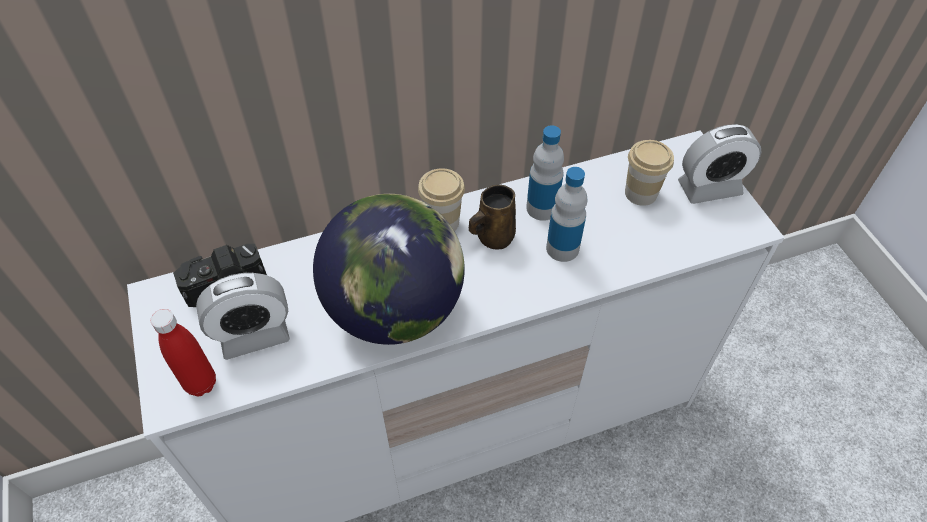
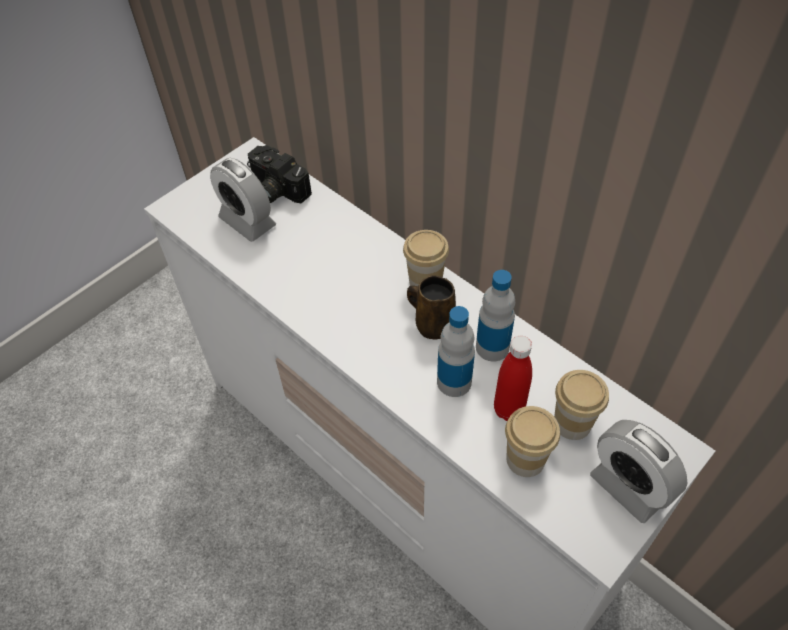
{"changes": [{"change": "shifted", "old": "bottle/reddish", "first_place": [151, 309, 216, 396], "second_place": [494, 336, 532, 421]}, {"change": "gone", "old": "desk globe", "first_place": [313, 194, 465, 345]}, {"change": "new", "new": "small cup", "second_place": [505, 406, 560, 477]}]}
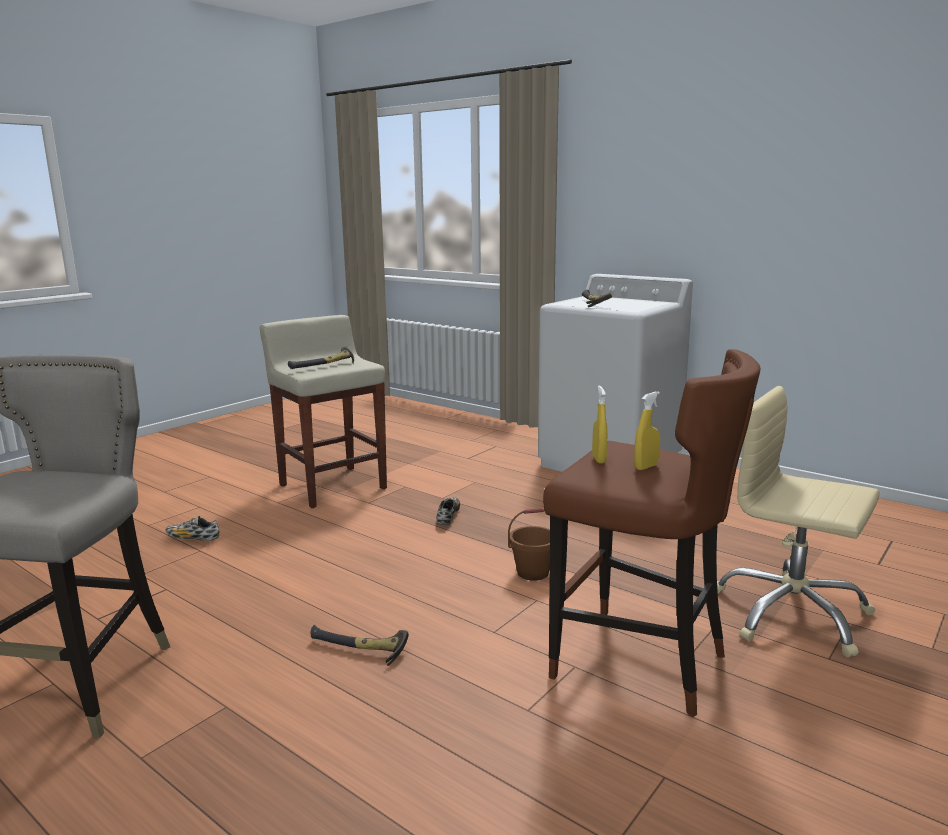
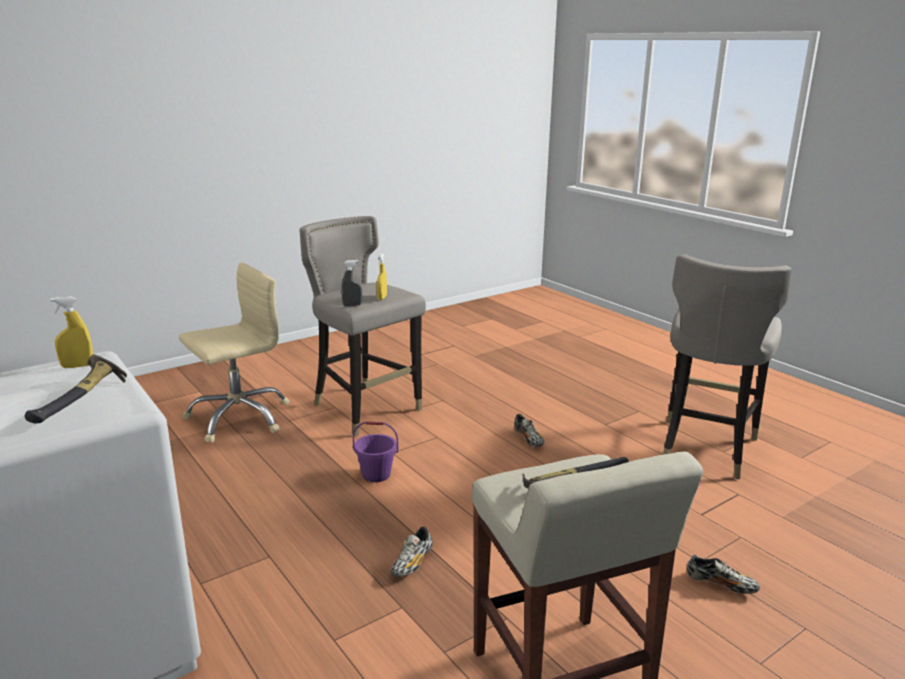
{"changes": [{"change": "swapped", "old": "tool hammer", "new": "item of footwear", "first_place": [311, 625, 409, 666], "second_place": [514, 414, 545, 447]}, {"change": "repainted", "old": "bucket/brown", "new": "bucket/purple", "first_place": [508, 508, 550, 581], "second_place": [353, 421, 398, 482]}, {"change": "repainted", "old": "stool/brown", "new": "stool/grey", "first_place": [543, 349, 761, 717], "second_place": [300, 216, 426, 437]}, {"change": "shifted", "old": "sprayer/yellow-coloured", "first_place": [634, 391, 660, 470], "second_place": [51, 296, 93, 368]}, {"change": "rotated", "old": "office chair/beige-coloured", "first_place": [717, 386, 880, 658], "second_place": [179, 262, 289, 443], "degrees": -90}, {"change": "new", "new": "sprayer/grey", "second_place": [341, 260, 362, 306]}]}
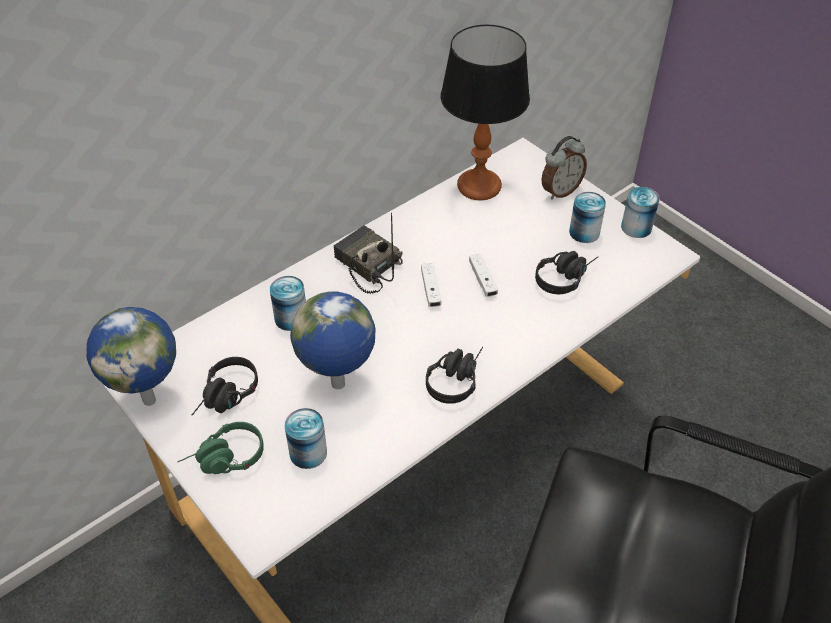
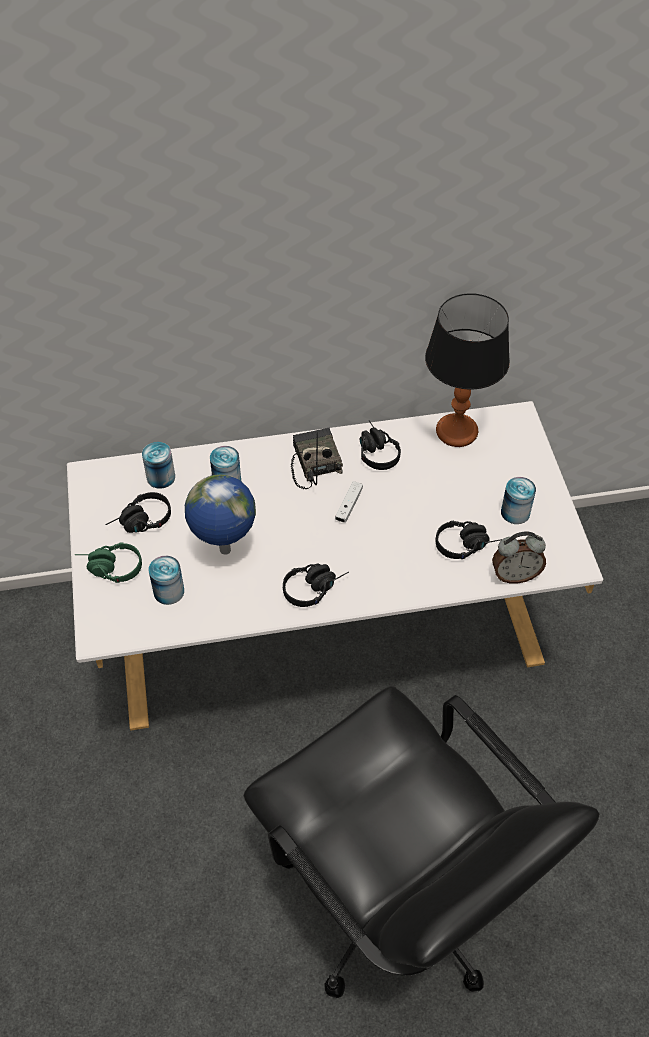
{"changes": [{"change": "gone", "old": "desk globe", "first_place": [87, 307, 176, 406]}, {"change": "gone", "old": "game controller/white", "first_place": [469, 254, 498, 297]}, {"change": "shifted", "old": "table clock", "first_place": [541, 136, 587, 199], "second_place": [492, 532, 546, 584]}, {"change": "shifted", "old": "metal can", "first_place": [621, 187, 659, 238], "second_place": [142, 442, 175, 489]}, {"change": "new", "new": "pair of headphones/black-coloured", "second_place": [360, 420, 401, 470]}]}
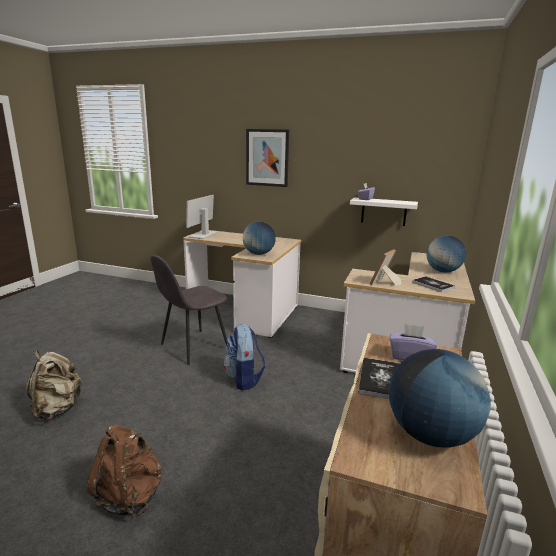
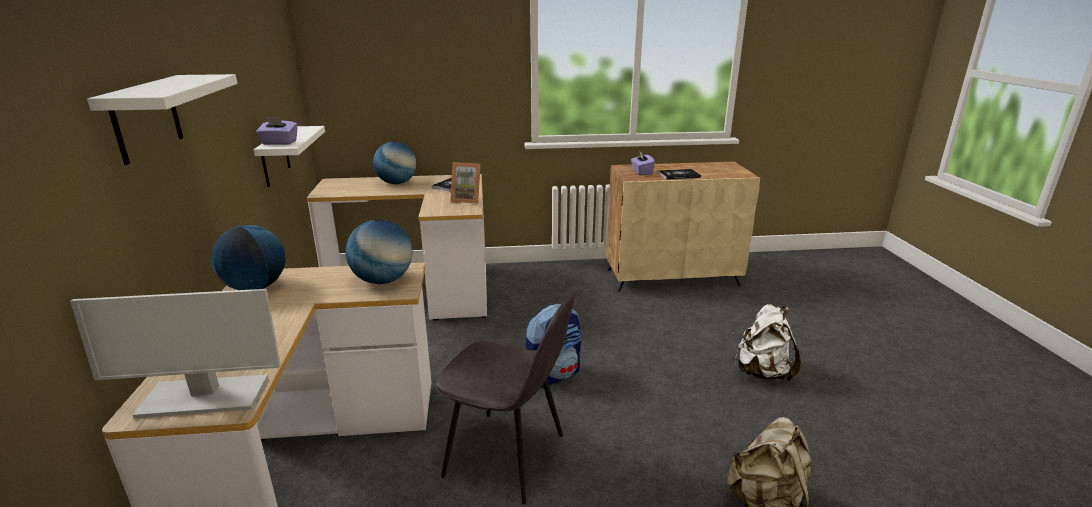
{"changes": [{"change": "repainted", "old": "rucksack/brown", "new": "rucksack/white", "first_place": [86, 425, 161, 518], "second_place": [734, 304, 801, 381]}, {"change": "swapped", "old": "wall picture", "new": "shelf/white", "first_place": [246, 129, 289, 187], "second_place": [87, 74, 237, 165]}, {"change": "shifted", "old": "desk globe", "first_place": [389, 349, 491, 448], "second_place": [211, 225, 285, 290]}]}
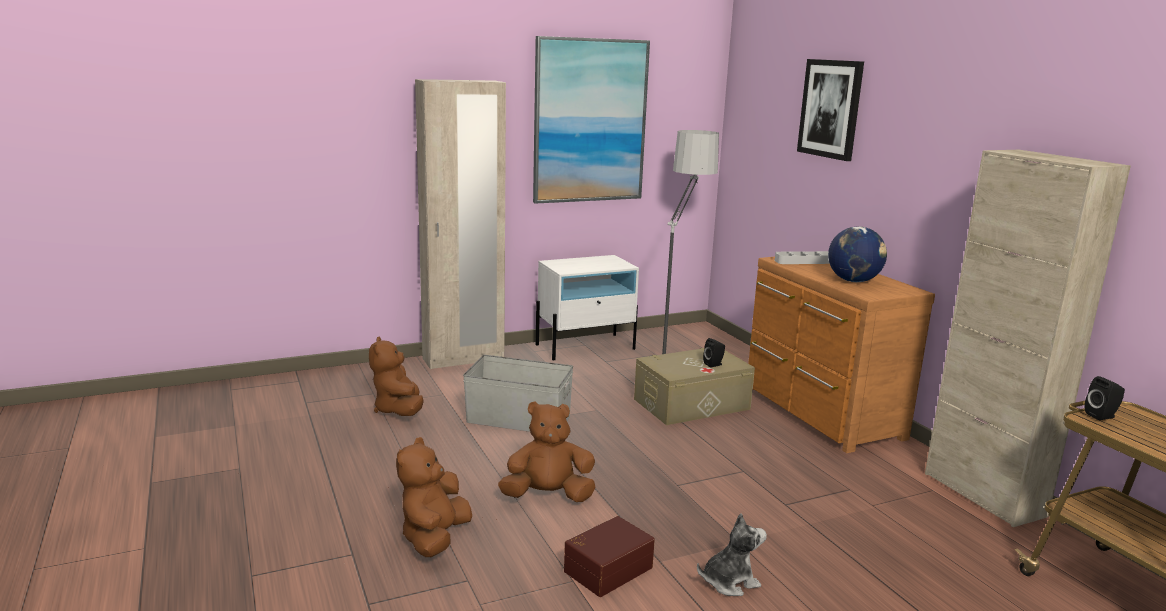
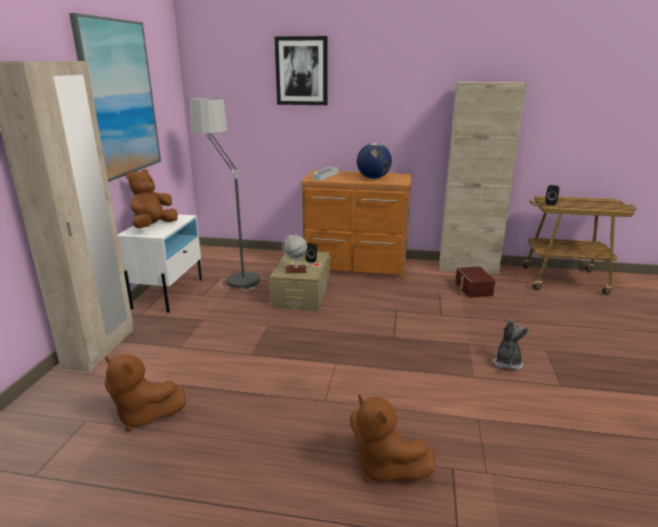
{"changes": [{"change": "gone", "old": "storage container/grey", "first_place": [463, 355, 573, 432]}, {"change": "shifted", "old": "cuddly toy/brown", "first_place": [498, 401, 596, 502], "second_place": [125, 169, 178, 228]}, {"change": "shifted", "old": "storage container/brown", "first_place": [564, 516, 655, 597], "second_place": [455, 267, 495, 298]}, {"change": "new", "new": "desk globe", "second_place": [282, 234, 307, 273]}]}
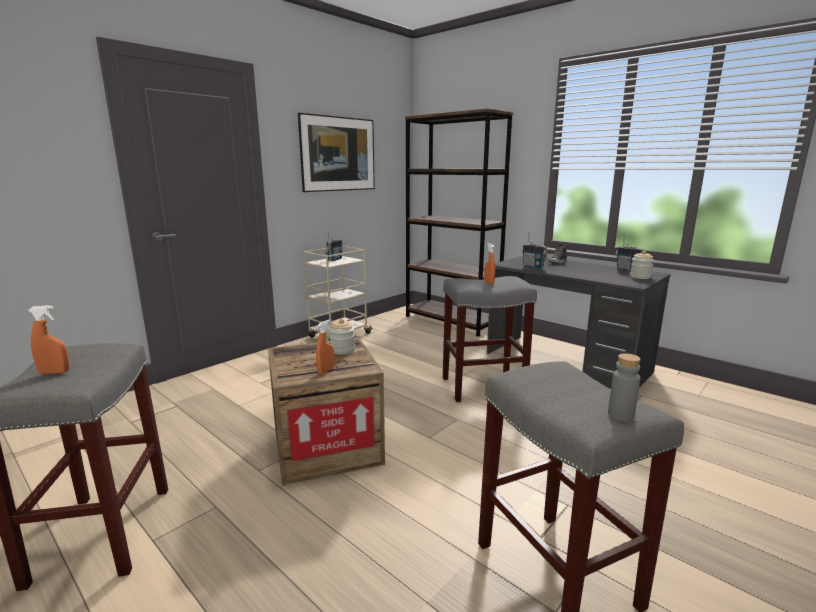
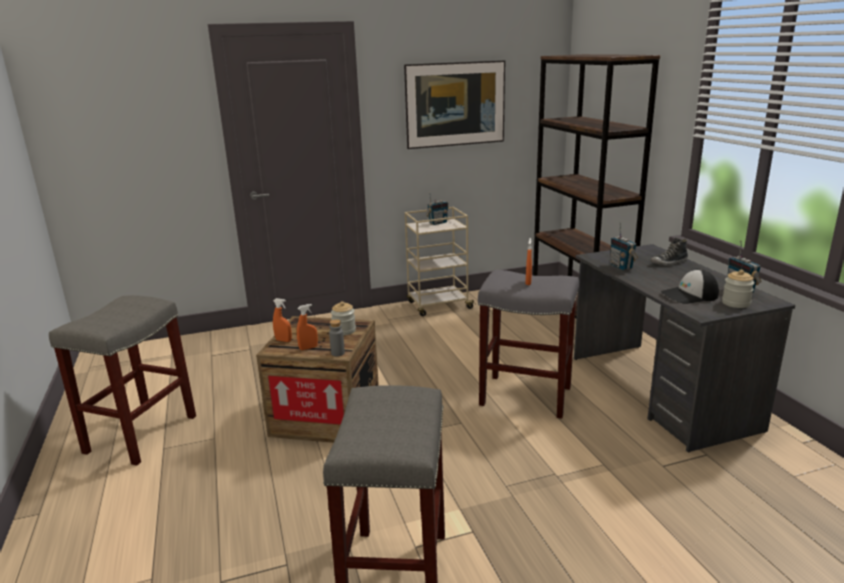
{"changes": [{"change": "shifted", "old": "sprayer/orange", "first_place": [28, 305, 69, 374], "second_place": [273, 298, 292, 342]}, {"change": "shifted", "old": "bottle/grey", "first_place": [608, 353, 641, 421], "second_place": [329, 319, 345, 356]}, {"change": "new", "new": "baseball cap", "second_place": [661, 269, 719, 304]}]}
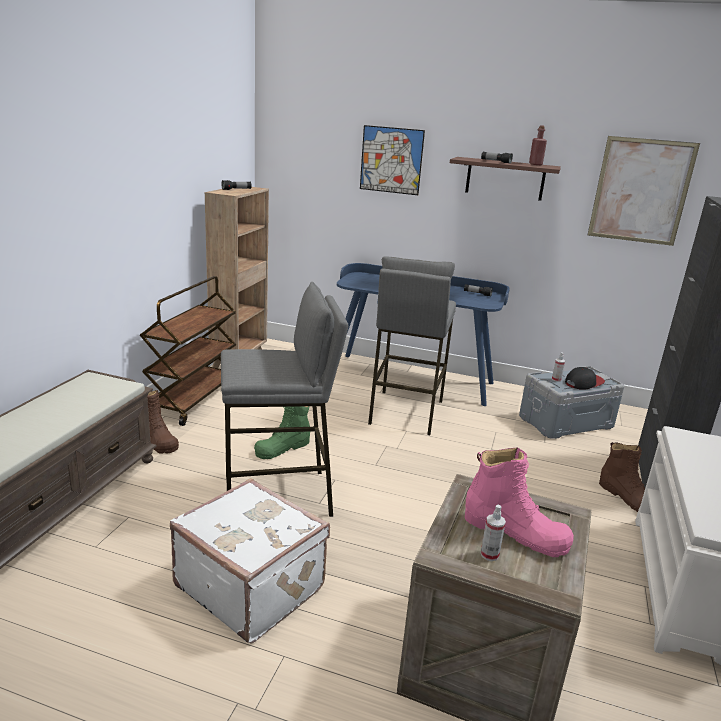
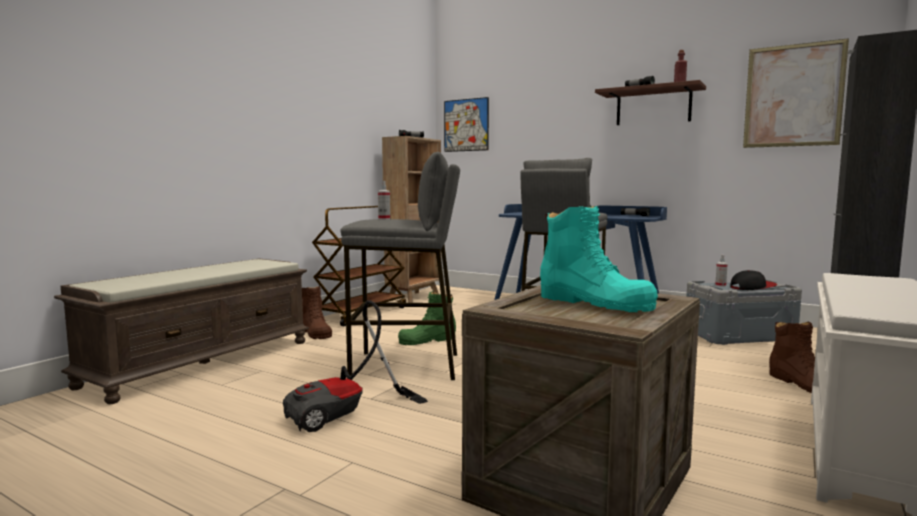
{"changes": [{"change": "swapped", "old": "piece of luggage/white", "new": "vacuum", "first_place": [170, 479, 330, 644], "second_place": [283, 300, 428, 432]}, {"change": "shifted", "old": "wall picture", "first_place": [360, 125, 425, 195], "second_place": [444, 97, 489, 152]}, {"change": "repainted", "old": "high-top boot/pink-coloured", "new": "high-top boot/turquoise", "first_place": [465, 447, 574, 557], "second_place": [540, 205, 658, 312]}, {"change": "shifted", "old": "sprayer", "first_place": [481, 505, 506, 561], "second_place": [378, 181, 390, 220]}]}
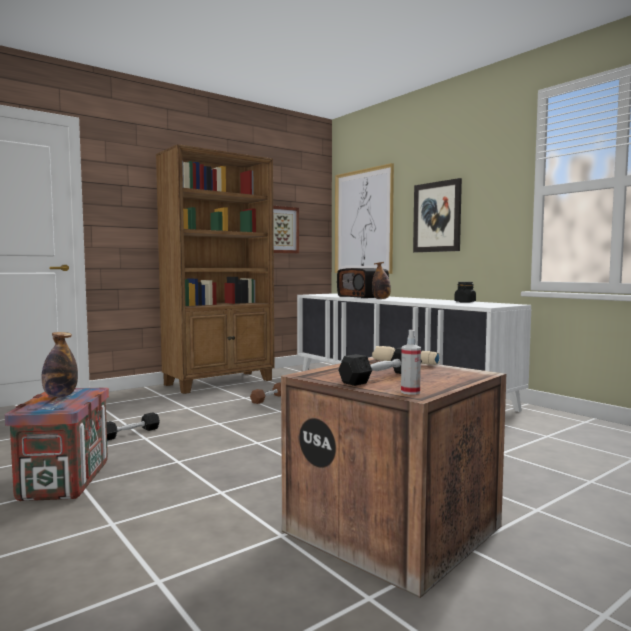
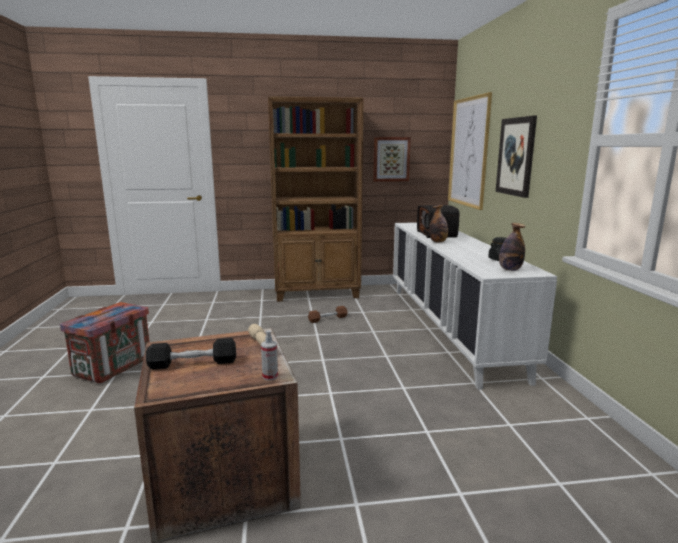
{"changes": [{"change": "shifted", "old": "bottle", "first_place": [42, 332, 78, 397], "second_place": [499, 223, 525, 271]}, {"change": "gone", "old": "free weight/black-coloured", "first_place": [107, 412, 160, 441]}, {"change": "shifted", "old": "sprayer", "first_place": [401, 330, 421, 395], "second_place": [261, 330, 278, 381]}]}
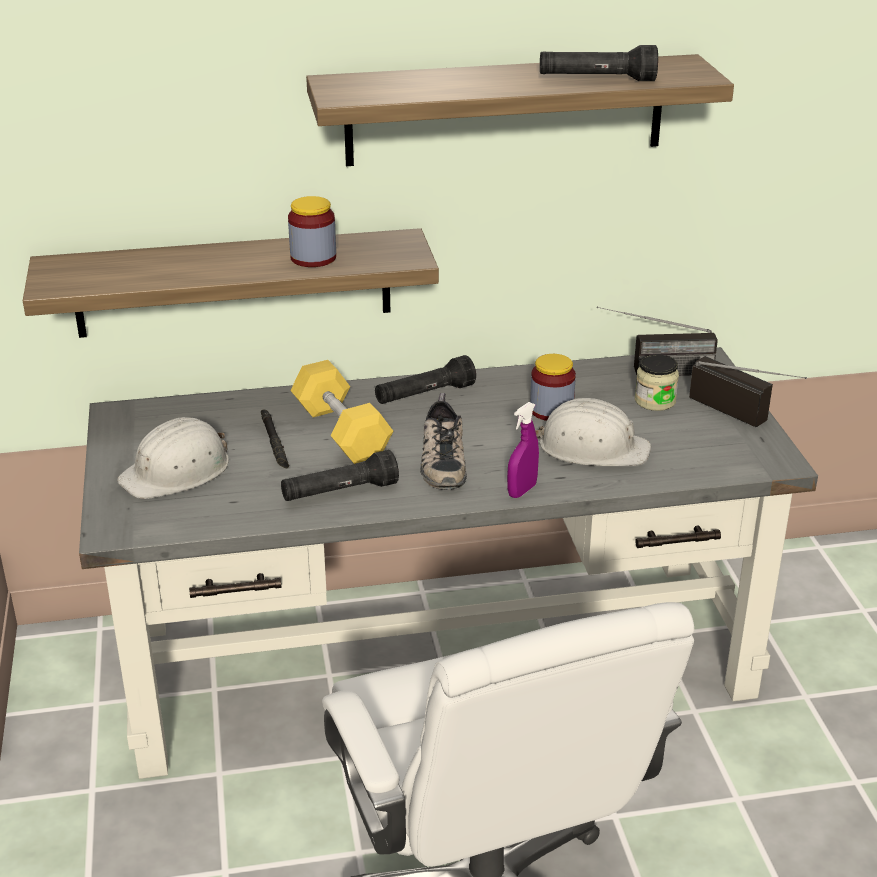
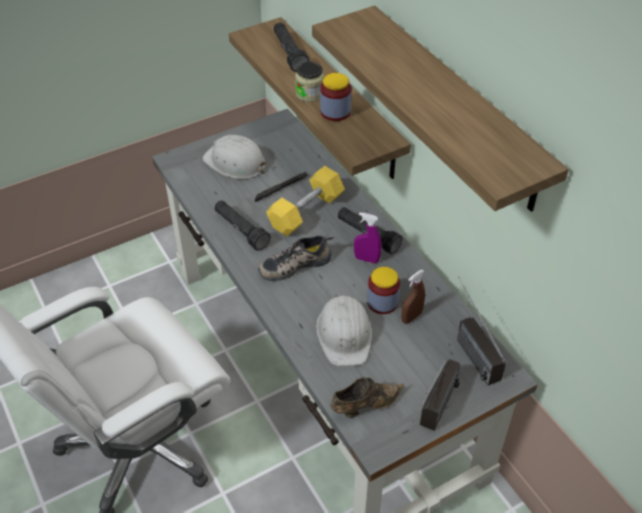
{"changes": [{"change": "shifted", "old": "sprayer/purple", "first_place": [507, 402, 539, 498], "second_place": [354, 212, 381, 263]}, {"change": "shifted", "old": "torch/black-coloured", "first_place": [540, 45, 658, 81], "second_place": [274, 22, 310, 72]}, {"change": "shifted", "old": "jar", "first_place": [635, 354, 679, 411], "second_place": [295, 62, 324, 102]}, {"change": "new", "new": "item of footwear/brown", "second_place": [331, 377, 404, 418]}, {"change": "new", "new": "sprayer/brown", "second_place": [401, 270, 425, 324]}]}
